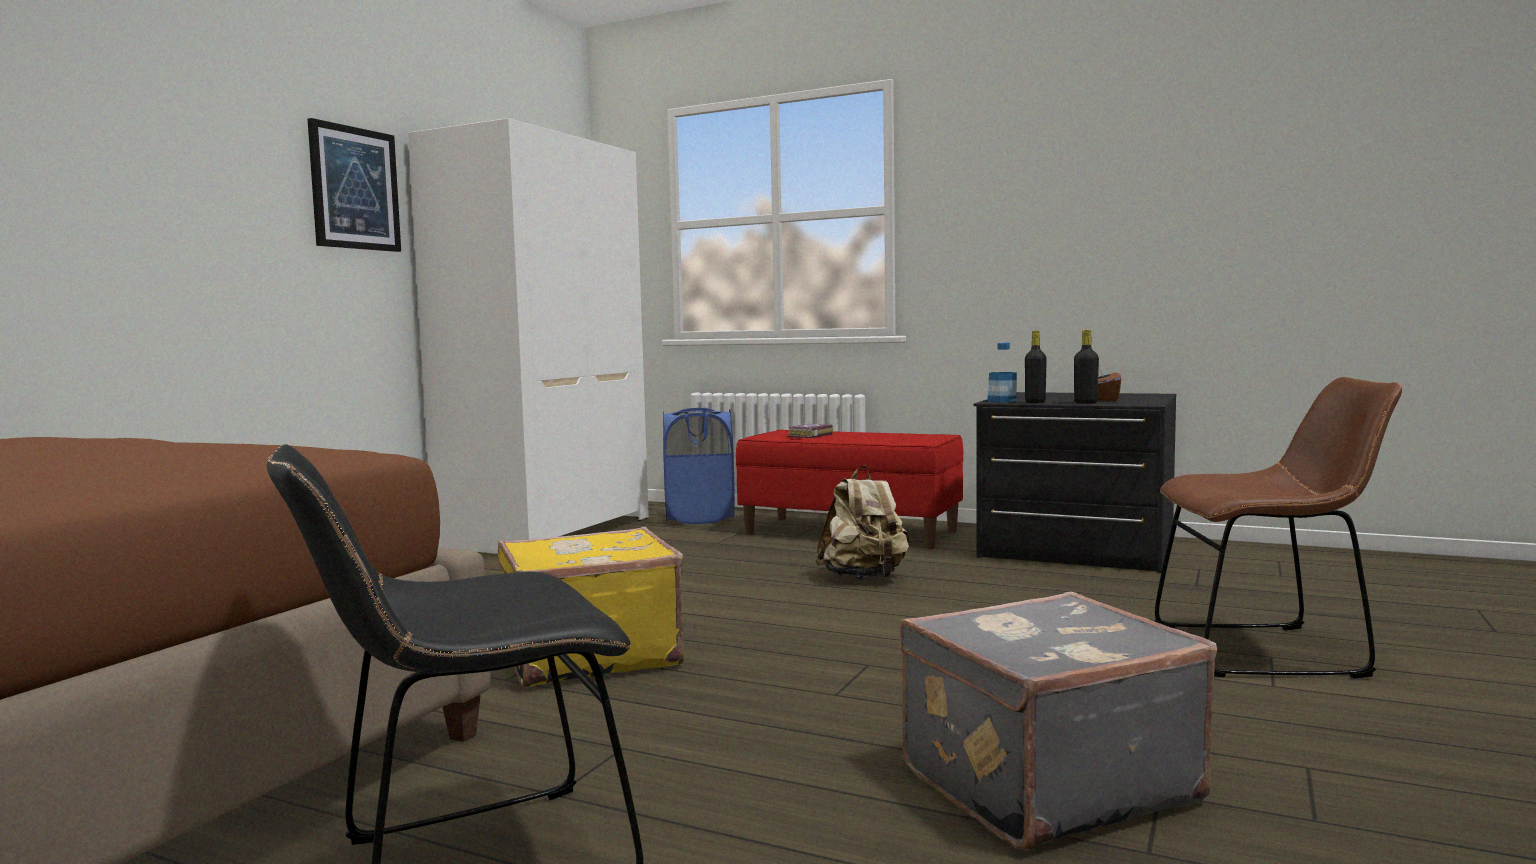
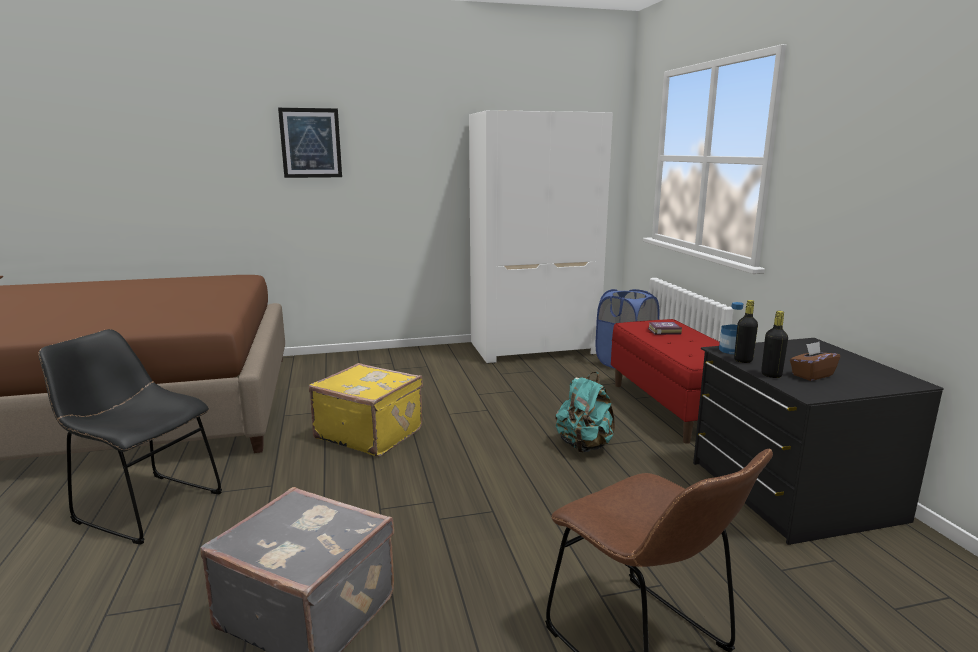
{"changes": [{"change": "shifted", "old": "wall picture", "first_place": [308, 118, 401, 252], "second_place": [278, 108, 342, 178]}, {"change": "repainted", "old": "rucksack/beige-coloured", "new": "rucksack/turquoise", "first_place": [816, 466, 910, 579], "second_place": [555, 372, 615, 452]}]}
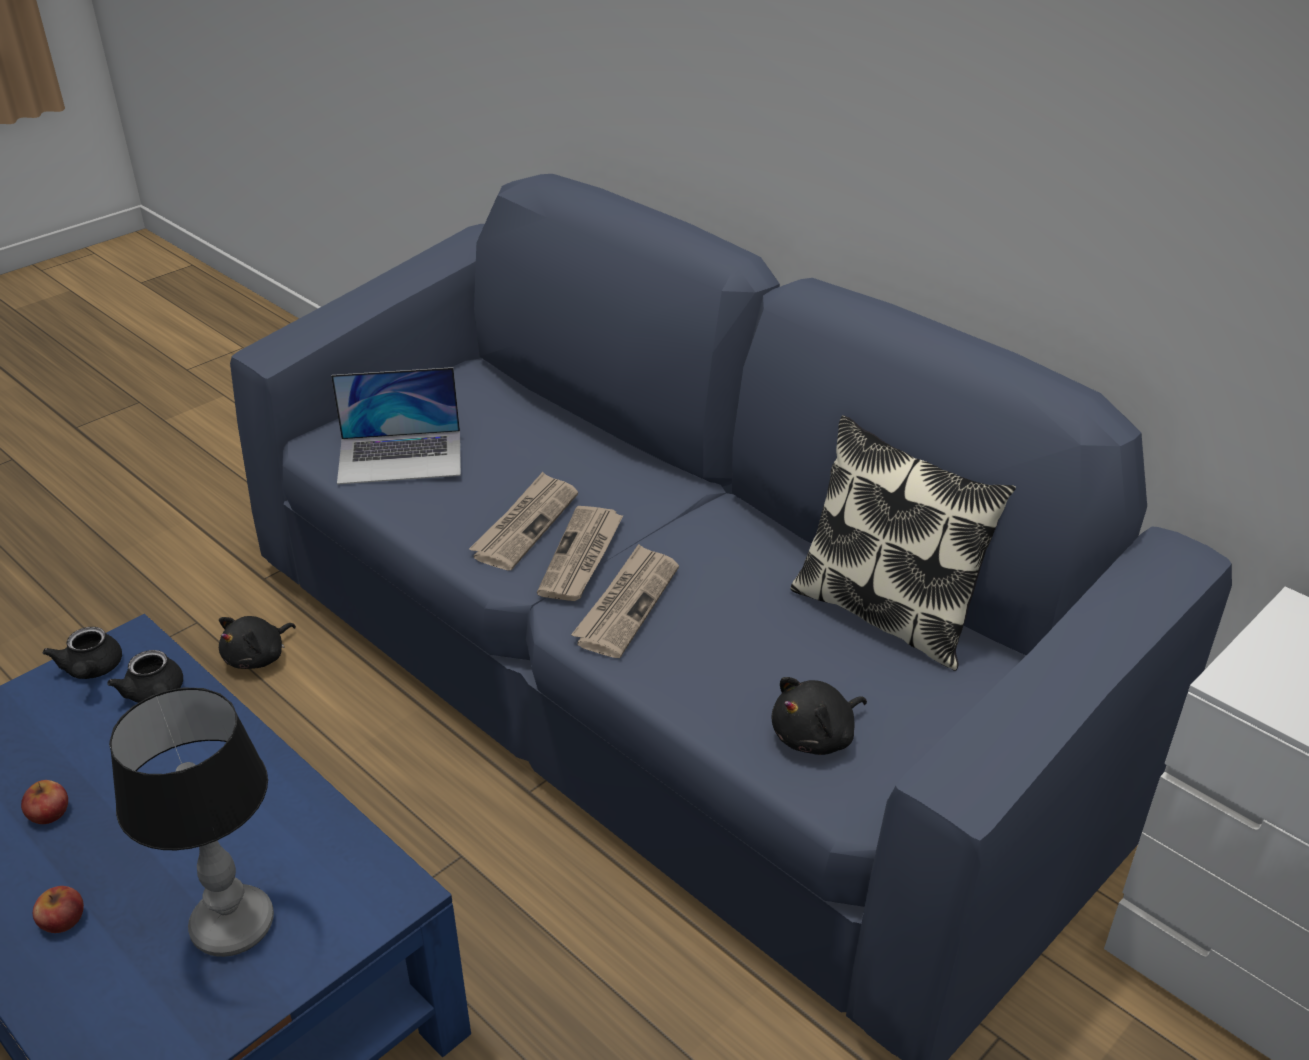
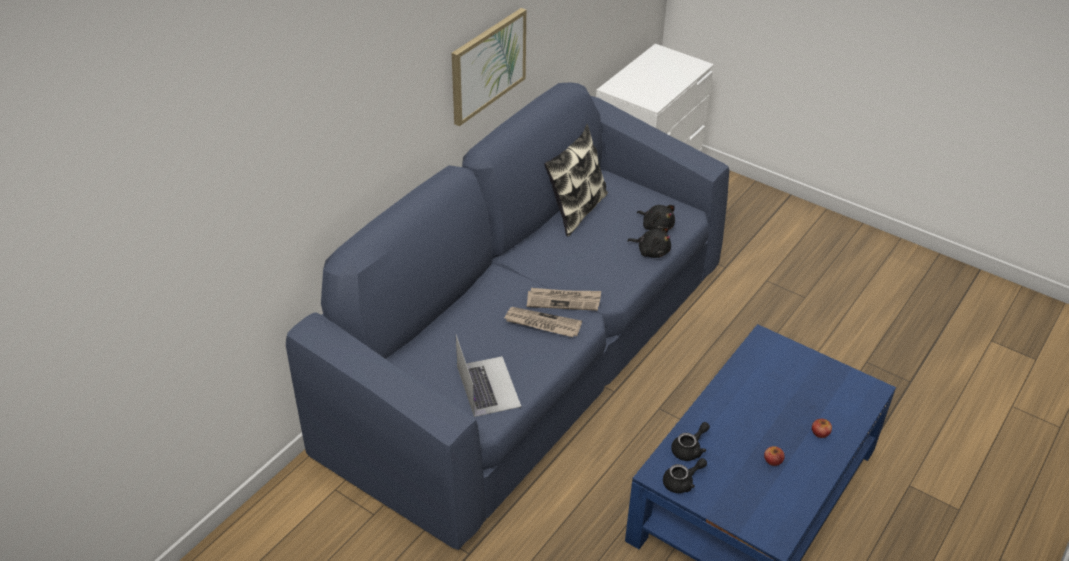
{"changes": [{"change": "gone", "old": "lamp for a table", "first_place": [109, 687, 274, 957]}, {"change": "shifted", "old": "cuddly toy/black-coloured", "first_place": [219, 616, 296, 669], "second_place": [627, 227, 671, 258]}, {"change": "gone", "old": "newspaper", "first_place": [571, 544, 679, 658]}, {"change": "new", "new": "wall picture", "second_place": [452, 8, 526, 126]}]}
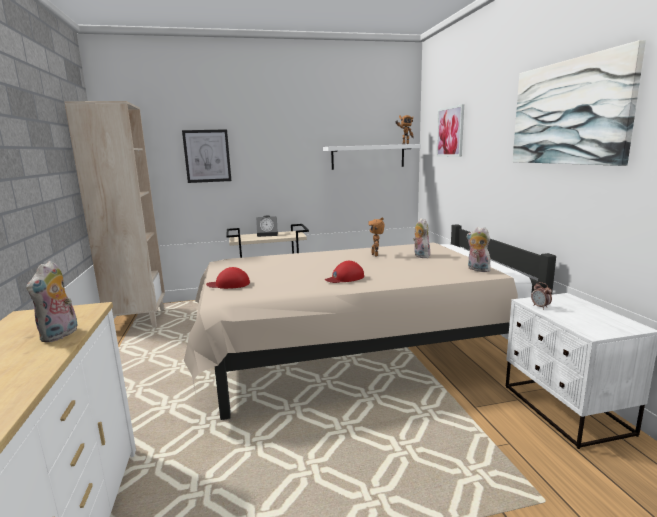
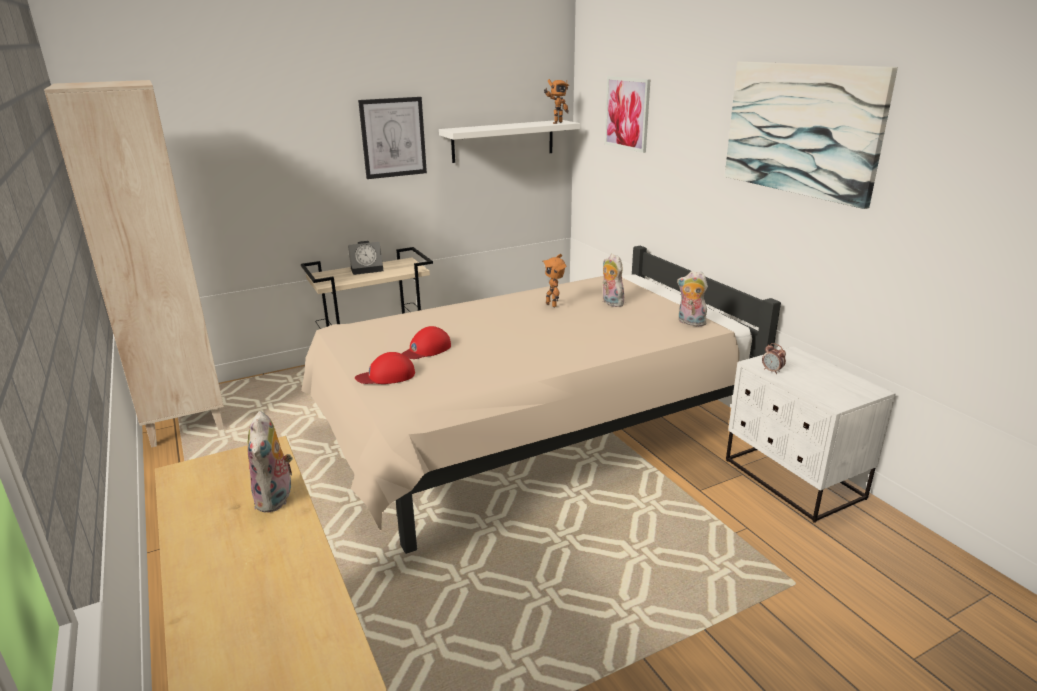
{"changes": [{"change": "shifted", "old": "wall picture", "first_place": [182, 129, 231, 183], "second_place": [358, 97, 427, 179]}, {"change": "shifted", "old": "baseball cap/reddish", "first_place": [325, 261, 364, 283], "second_place": [401, 326, 451, 359]}]}
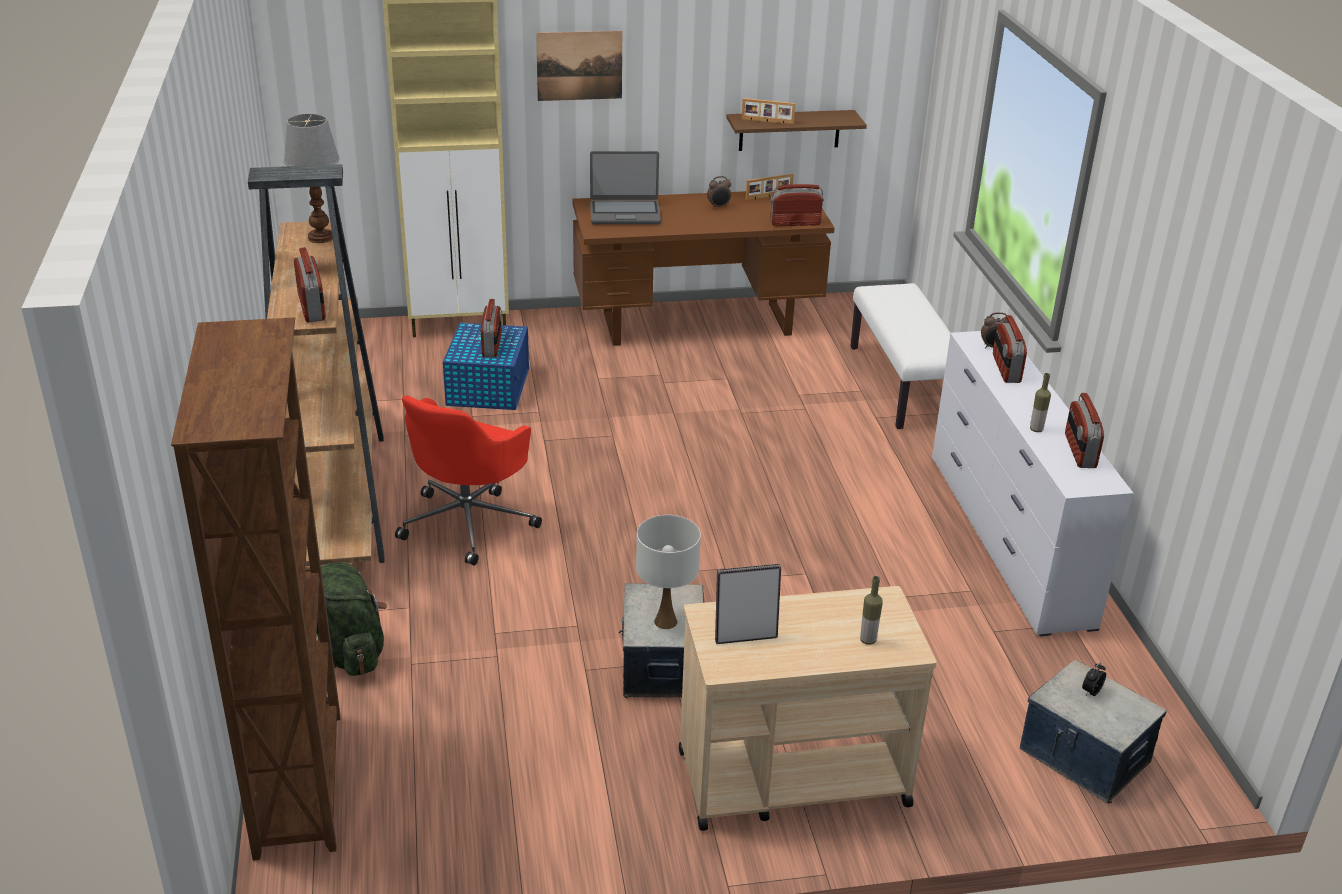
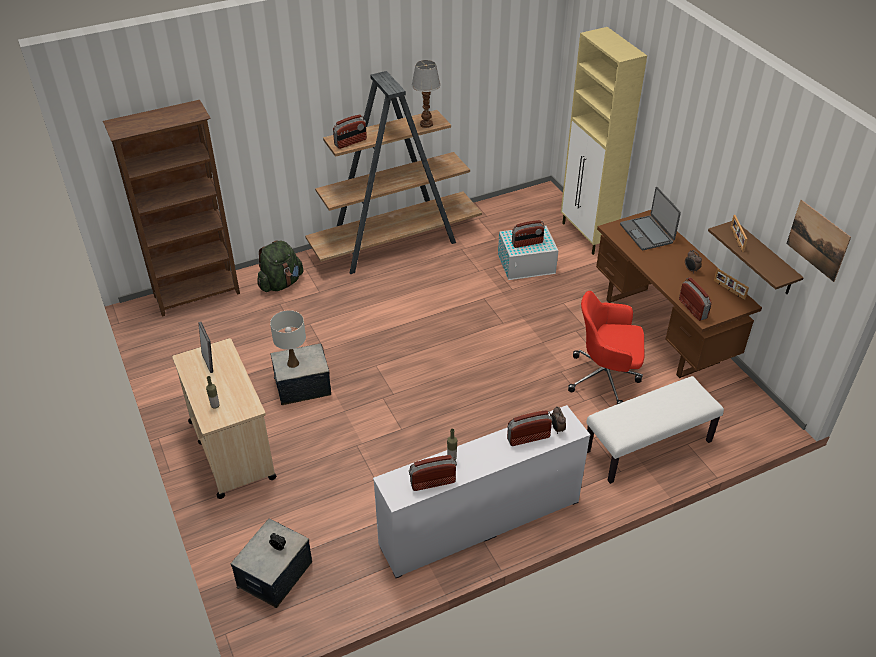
{"changes": [{"change": "shifted", "old": "office chair/reddish", "first_place": [395, 396, 542, 565], "second_place": [568, 291, 644, 404]}, {"change": "repainted", "old": "storage container/blue", "new": "storage container/white", "first_place": [443, 323, 529, 410], "second_place": [498, 226, 558, 280]}, {"change": "shifted", "old": "wall picture", "first_place": [536, 31, 622, 101], "second_place": [786, 200, 851, 282]}]}
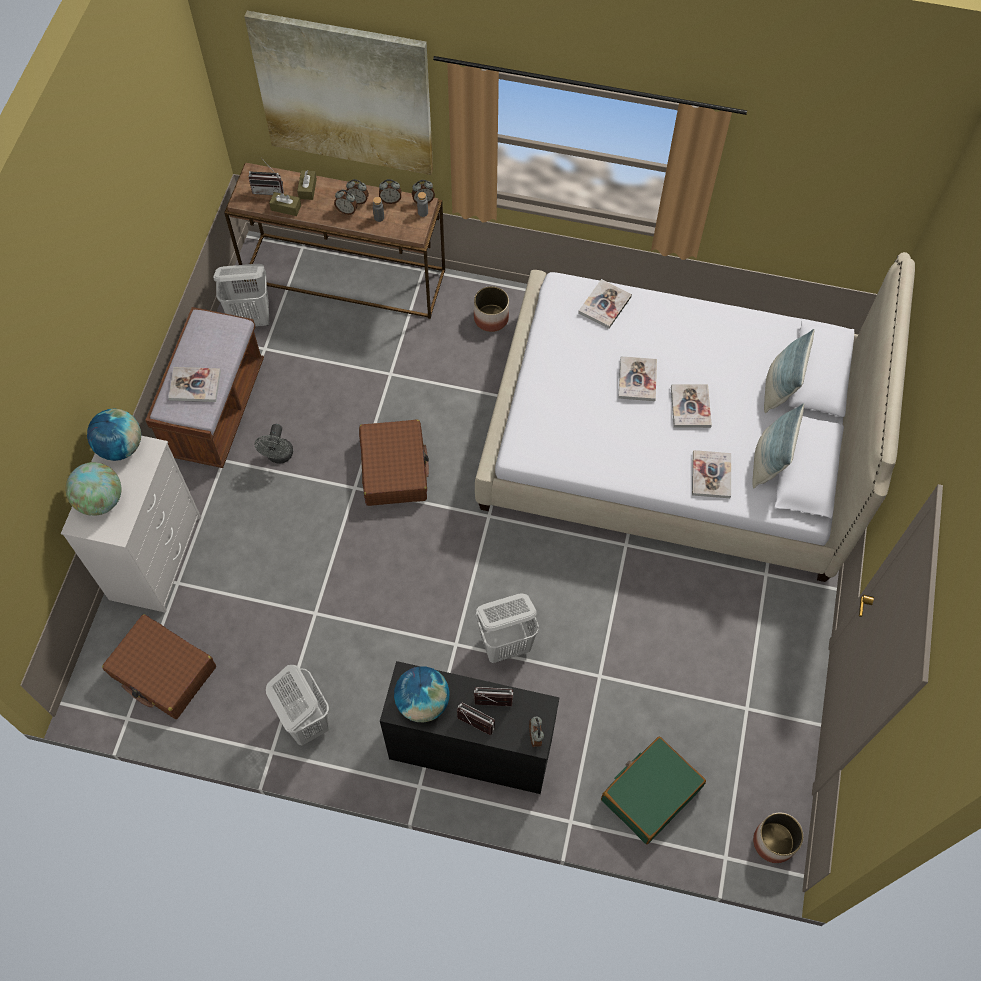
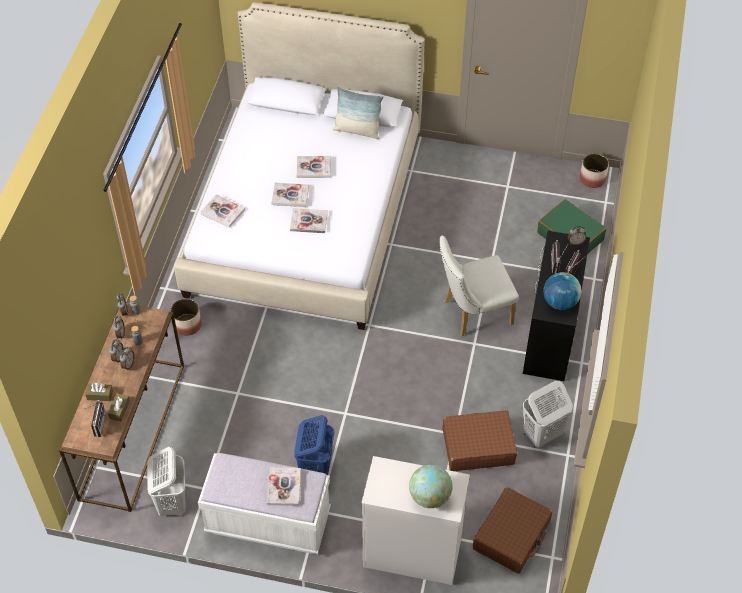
{"changes": [{"change": "gone", "old": "desk globe", "first_place": [87, 409, 141, 461]}, {"change": "repainted", "old": "long seat/brown", "new": "long seat/white", "first_place": [145, 307, 264, 468], "second_place": [198, 453, 331, 554]}, {"change": "gone", "old": "wall picture", "first_place": [244, 11, 433, 175]}, {"change": "swapped", "old": "electric fan/grey", "new": "hamper/blue", "first_place": [255, 424, 293, 463], "second_place": [294, 415, 334, 475]}, {"change": "shifted", "old": "piece of luggage/brown", "first_place": [359, 419, 429, 506], "second_place": [443, 410, 517, 471]}, {"change": "swapped", "old": "hamper/white", "new": "chair/white", "first_place": [476, 593, 539, 663], "second_place": [439, 235, 519, 337]}, {"change": "shifted", "old": "volume", "first_place": [692, 450, 731, 498], "second_place": [290, 208, 328, 233]}, {"change": "gone", "old": "cushion", "first_place": [764, 329, 815, 413]}]}
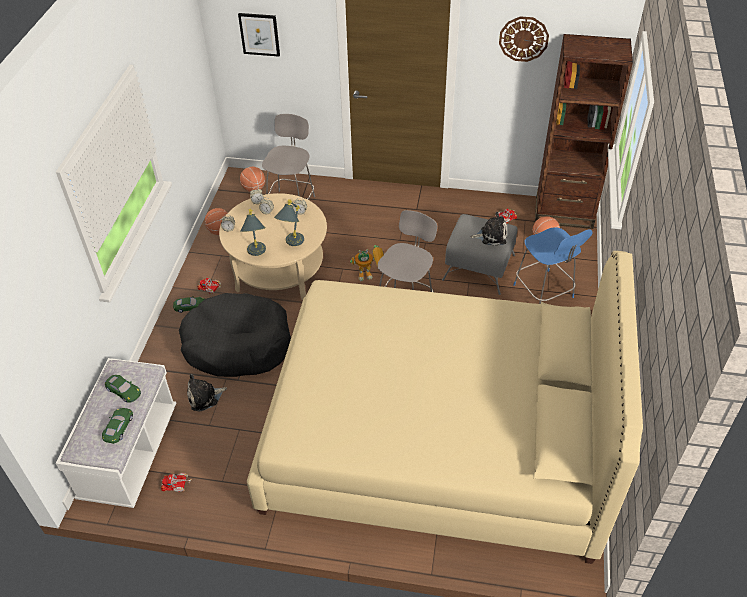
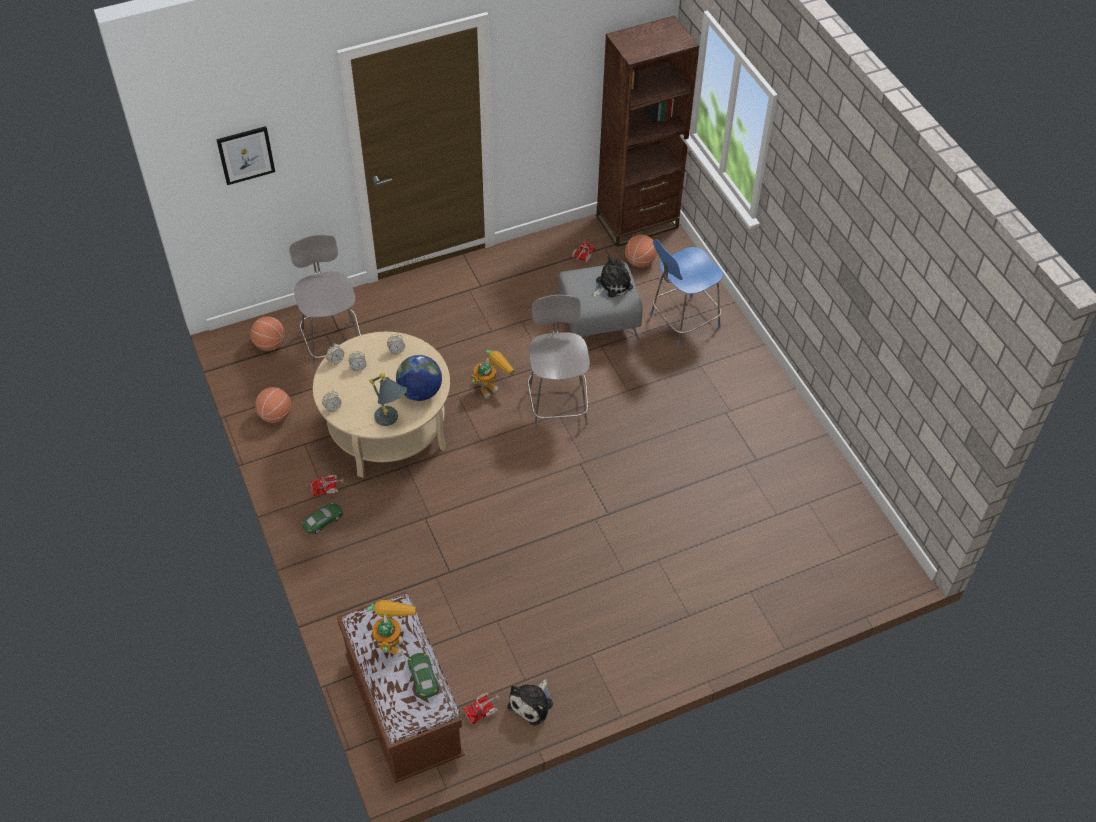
{"changes": [{"change": "repainted", "old": "long seat/white", "new": "long seat/brown", "first_place": [56, 358, 176, 508], "second_place": [337, 591, 465, 783]}, {"change": "swapped", "old": "miniature car/green", "new": "model robot", "first_place": [105, 375, 141, 403], "second_place": [367, 600, 417, 657]}, {"change": "gone", "old": "dog cushion/black-coloured", "first_place": [179, 293, 291, 377]}, {"change": "shifted", "old": "cuddly toy", "first_place": [187, 374, 227, 412], "second_place": [508, 679, 553, 726]}, {"change": "gone", "old": "bedroom bed/beige-coloured", "first_place": [247, 251, 643, 564]}, {"change": "swapped", "old": "lamp for a table/grey", "new": "desk globe", "first_place": [274, 199, 304, 246], "second_place": [396, 355, 442, 401]}, {"change": "gone", "old": "wall clock", "first_place": [499, 16, 549, 62]}, {"change": "rotated", "old": "chair/blue", "first_place": [513, 227, 593, 304], "second_place": [650, 239, 723, 347], "degrees": 120}]}
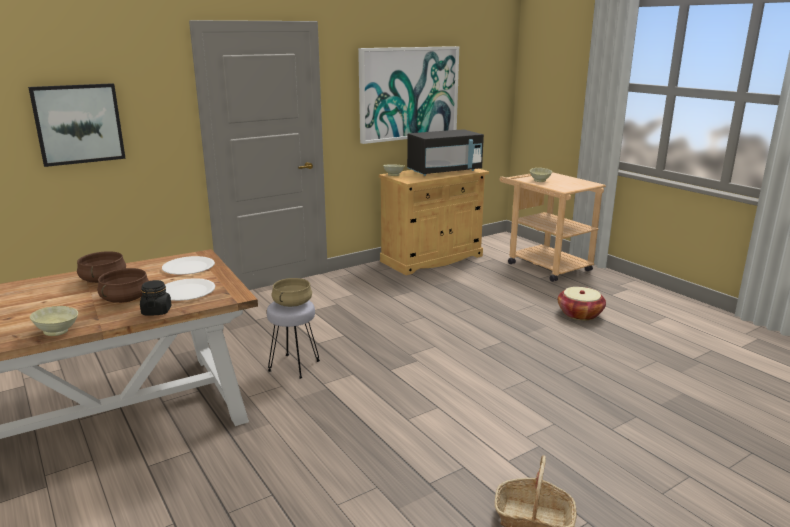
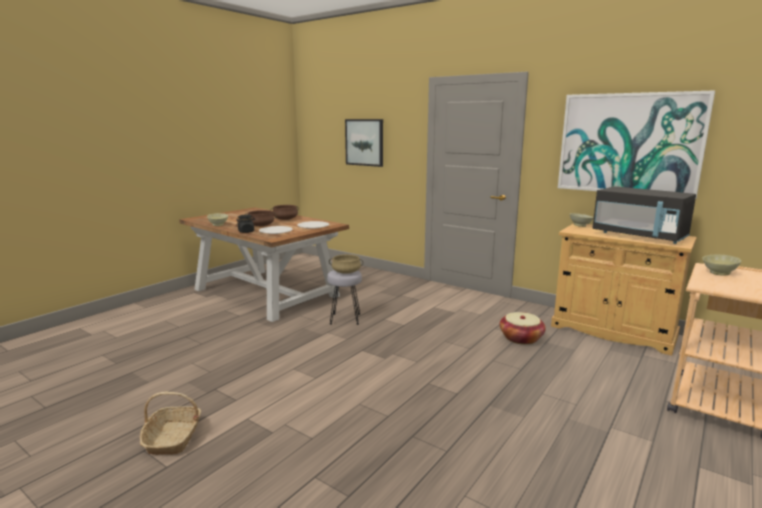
{"changes": [{"change": "shifted", "old": "storage basket", "first_place": [558, 287, 606, 320], "second_place": [500, 312, 546, 345]}]}
